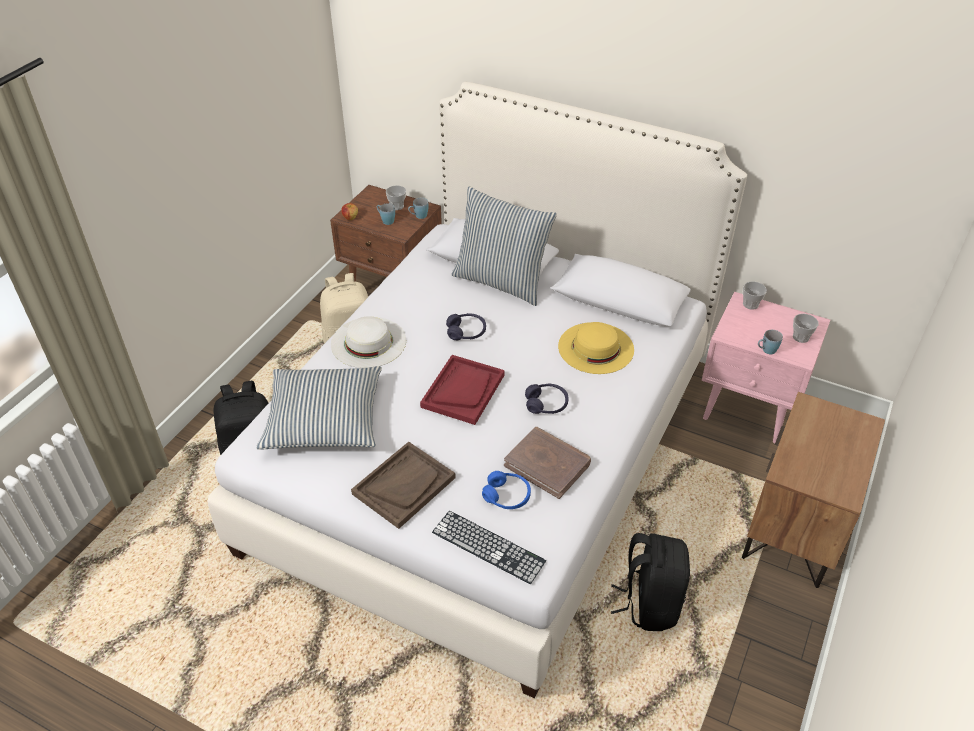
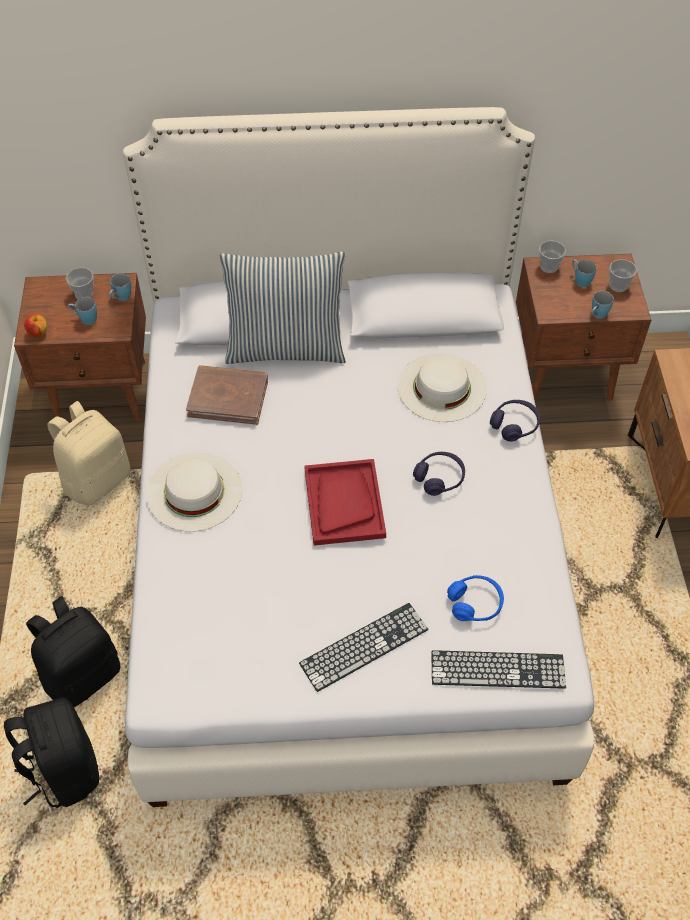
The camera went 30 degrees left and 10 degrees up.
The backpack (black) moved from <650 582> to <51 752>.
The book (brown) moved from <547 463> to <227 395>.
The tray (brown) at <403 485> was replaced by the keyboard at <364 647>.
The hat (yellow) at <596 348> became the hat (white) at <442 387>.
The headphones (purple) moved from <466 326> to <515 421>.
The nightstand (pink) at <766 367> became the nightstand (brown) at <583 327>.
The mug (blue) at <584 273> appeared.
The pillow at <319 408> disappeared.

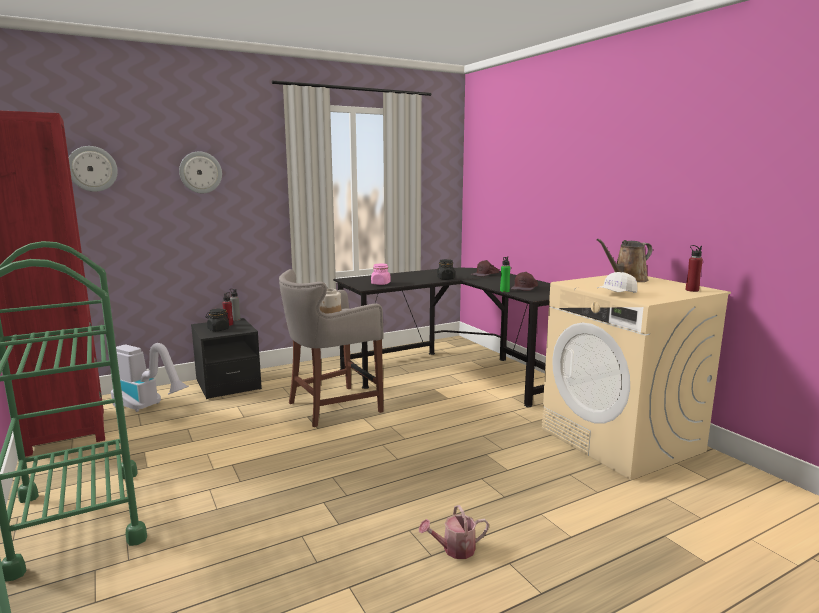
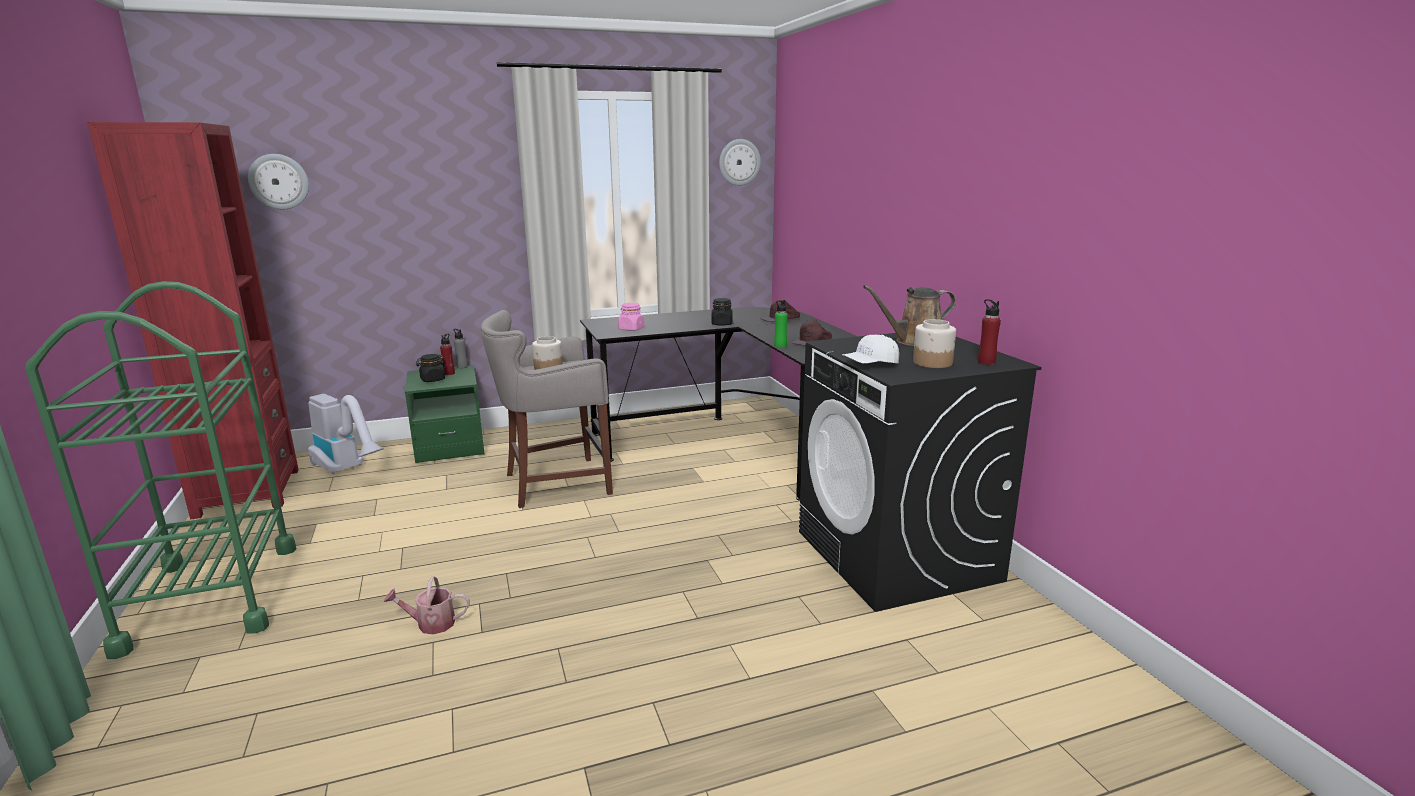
The camera went 10 degrees right and 5 degrees up.
The watering can moved from <454 532> to <427 605>.
The nightstand (black) at <226 358> became the nightstand (green) at <444 414>.
The wall clock moved from <200 172> to <740 162>.
The washing machine (beige) at <636 377> became the washing machine (black) at <920 472>.
The jar at <934 343> appeared.

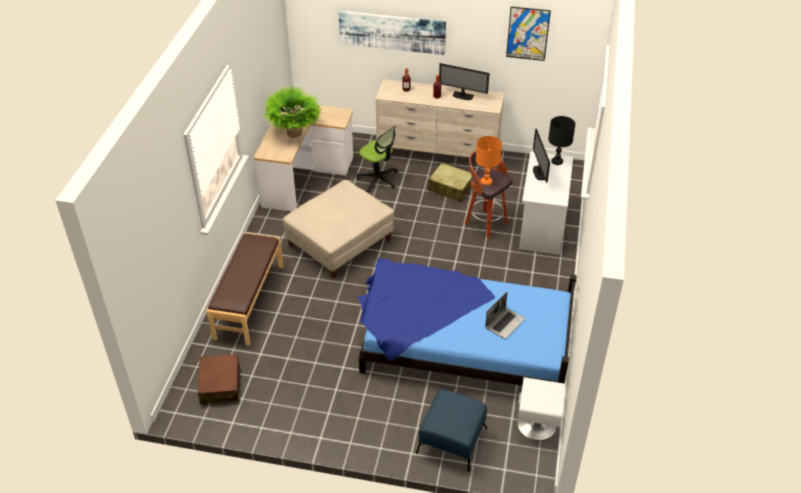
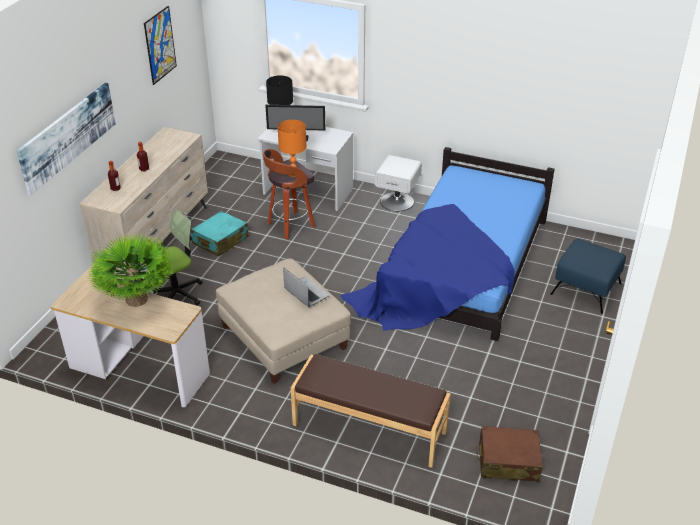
The camera went 80 degrees left and 5 degrees down.
The suitcase (beige) at <450 182> became the suitcase (turquoise) at <219 233>.
The laptop moved from <505 315> to <306 287>.
The nightstand (white) moved from <541 409> to <398 183>.
The monitor at <464 81> disappeared.

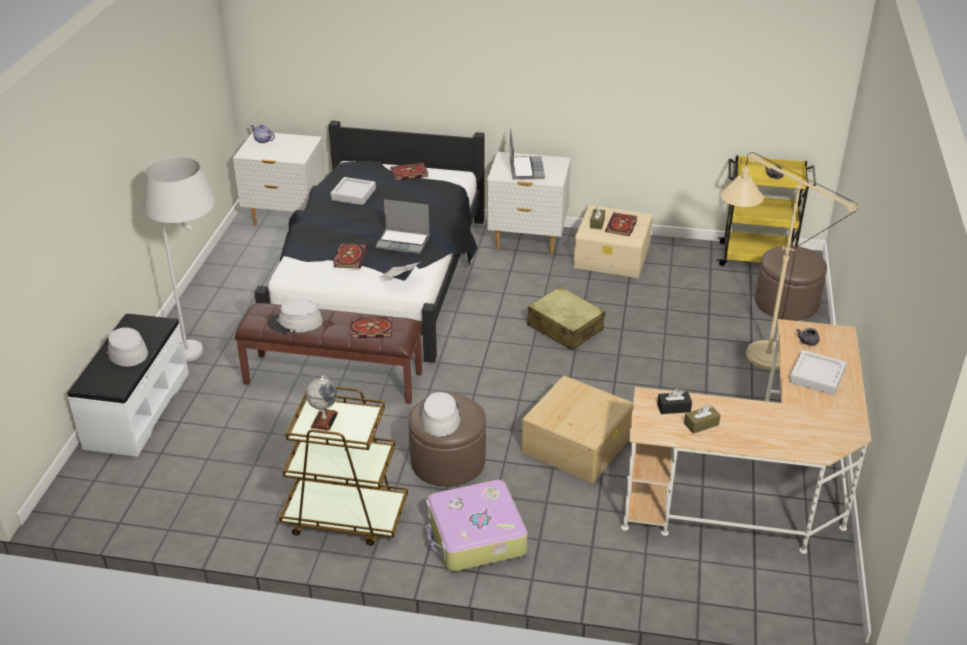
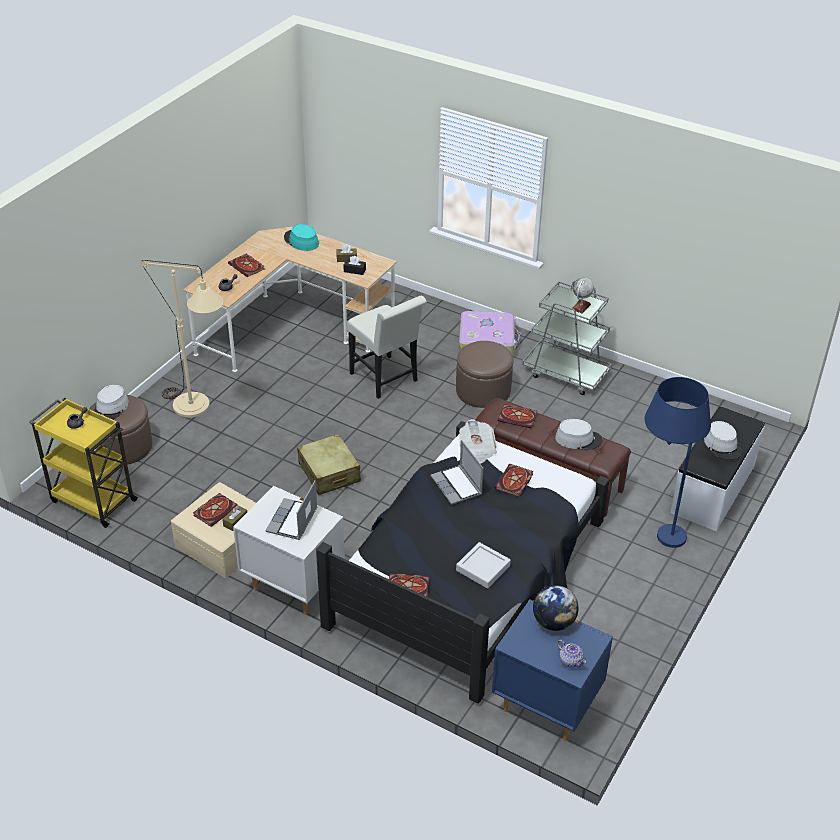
The camera went 160 degrees left and 5 degrees up.
The hat (grey) moved from <440 414> to <111 402>.
The tray (grey) at <817 372> was replaced by the book at <246 265>.
The hat (turquoise) at <301 237> appeared.
The storage box (beige) at <577 429> was replaced by the chair (white) at <387 347>.
The laptop at <403 226> turned 150 degrees counterclockwise.
The nightstand (white) at <279 179> became the nightstand (blue) at <552 670>.
The cart (brown) at <343 466> became the cart (grey) at <567 337>.
The globe at <555 608> appeared.
The floor lamp (white) at <179 259> became the floor lamp (blue) at <678 462>.

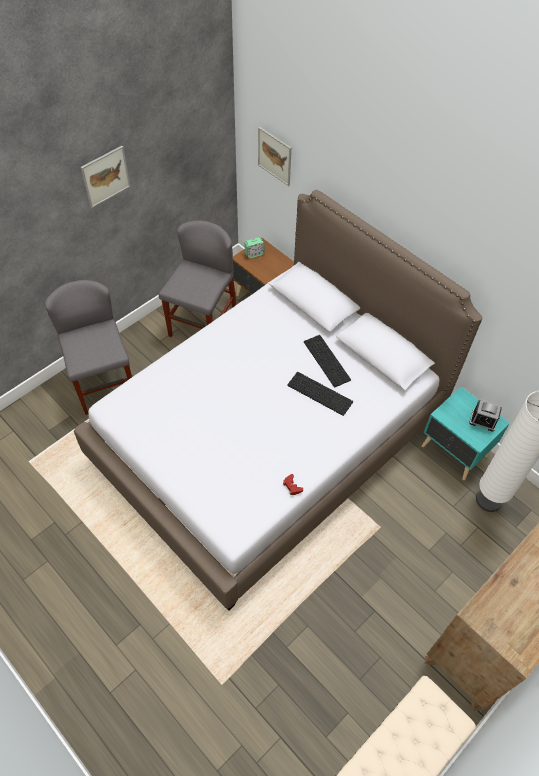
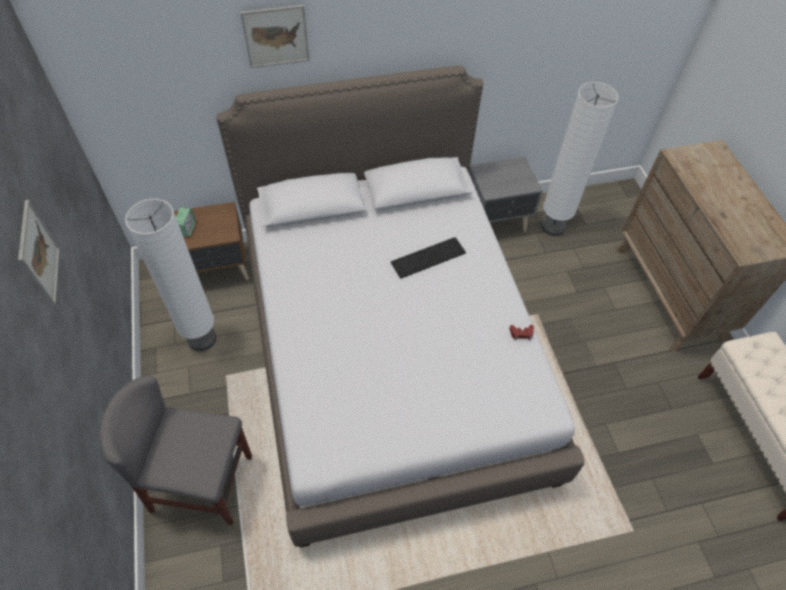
The camera went 60 degrees left and 0 degrees up.
The chair (grey) at <197 278> was replaced by the floor lamp (white) at <170 275>.
The picture moved from <275 156> to <274 36>.
The nightstand (turquoise) at <466 433> became the nightstand (grey) at <505 194>.
The keyboard at <327 361> disappeared.
The alarm clock at <485 415> disappeared.

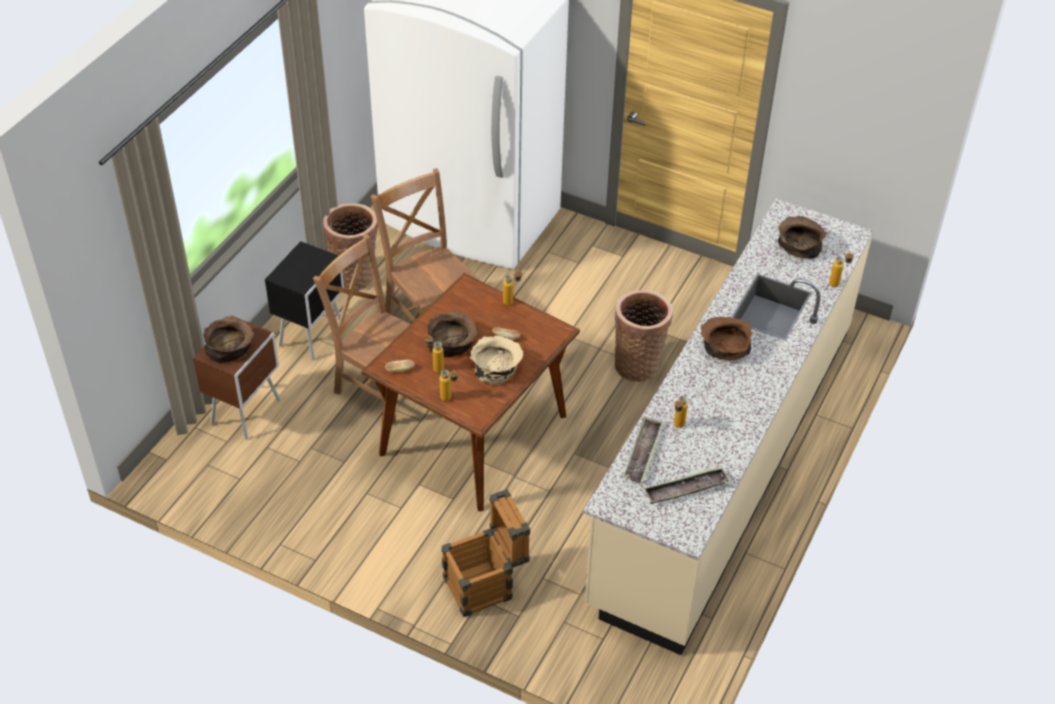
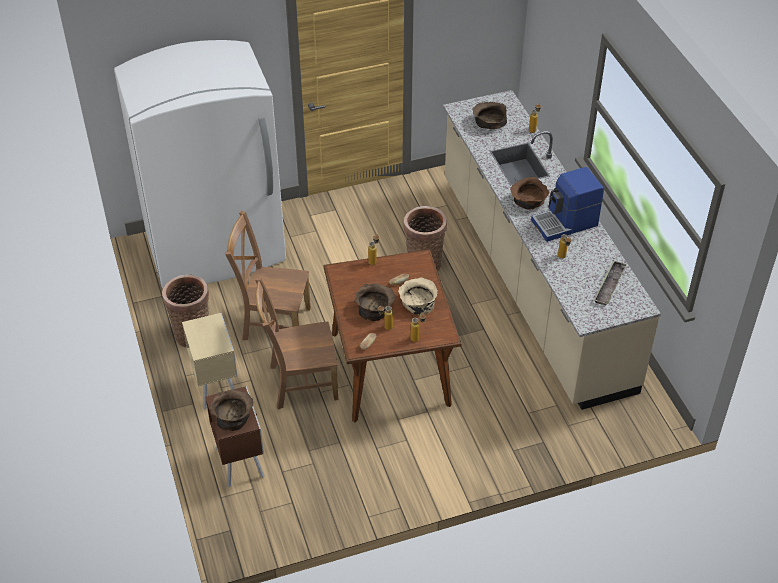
The camera went 45 degrees left and 0 degrees up.
The nightstand (black) at <304 300> became the nightstand (beige) at <209 361>.
The coffee machine at <567 204> appeared.
The crate at <486 553> disappeared.
The tray at <643 449> disappeared.

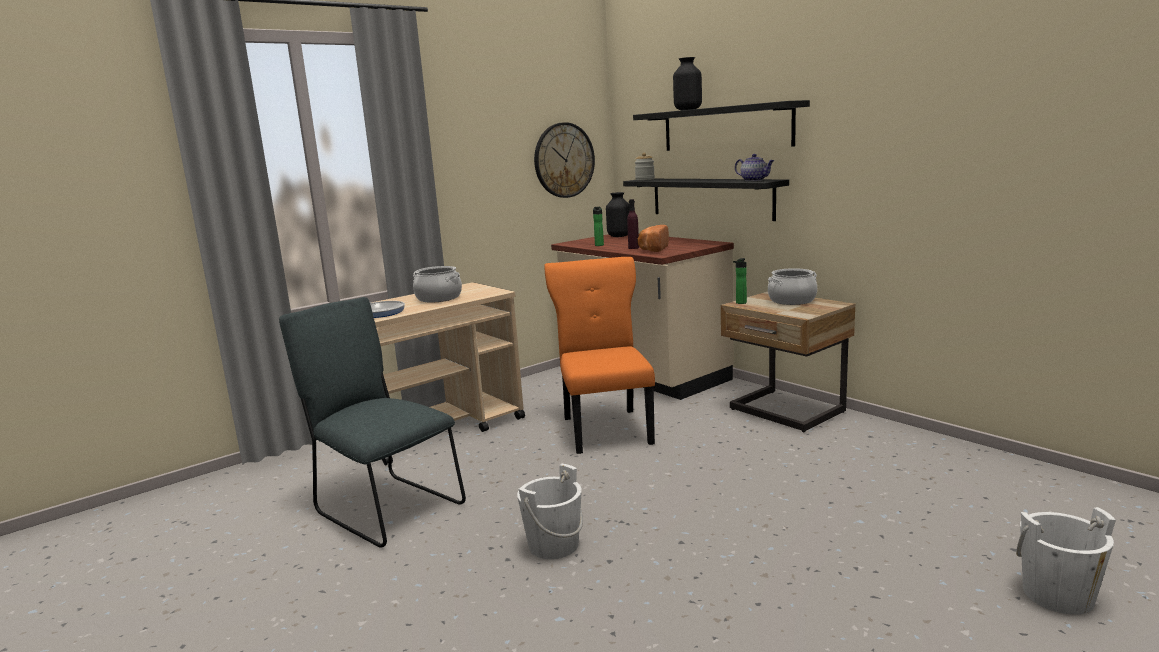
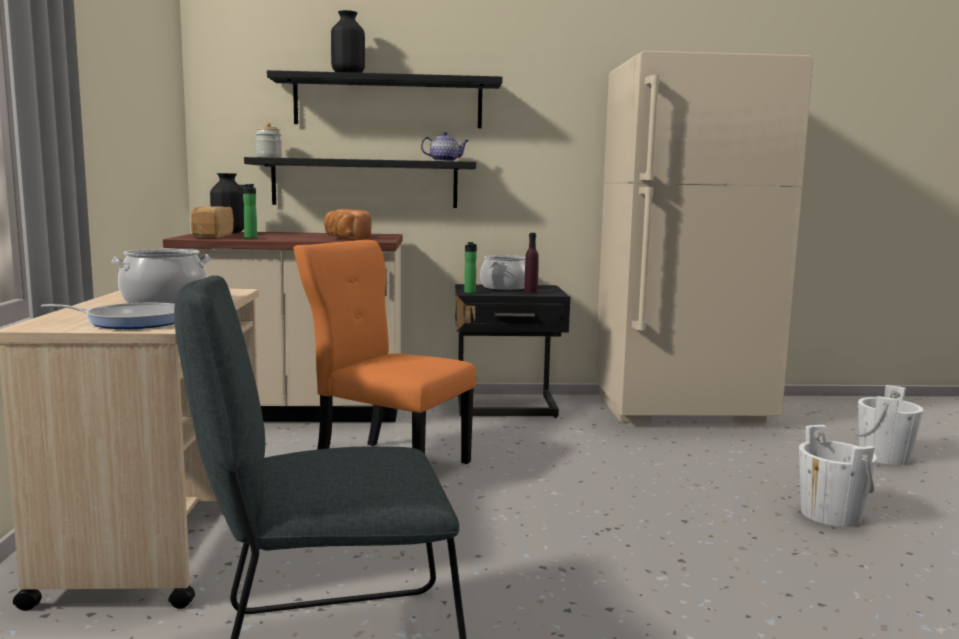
The camera went 55 degrees left and 5 degrees down.
The bread at <212 222> appeared.
The nightstand (beige) at <788 362> became the nightstand (black) at <512 351>.
The bottle (purple) moved from <633 224> to <531 263>.
The fridge (beige) at <704 237> appeared.
The bucket (white) moved from <550 511> to <838 476>.
The wall clock at <564 160> disappeared.

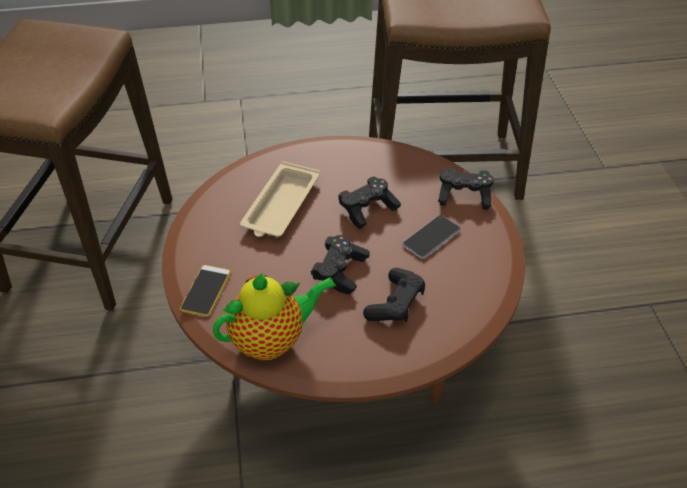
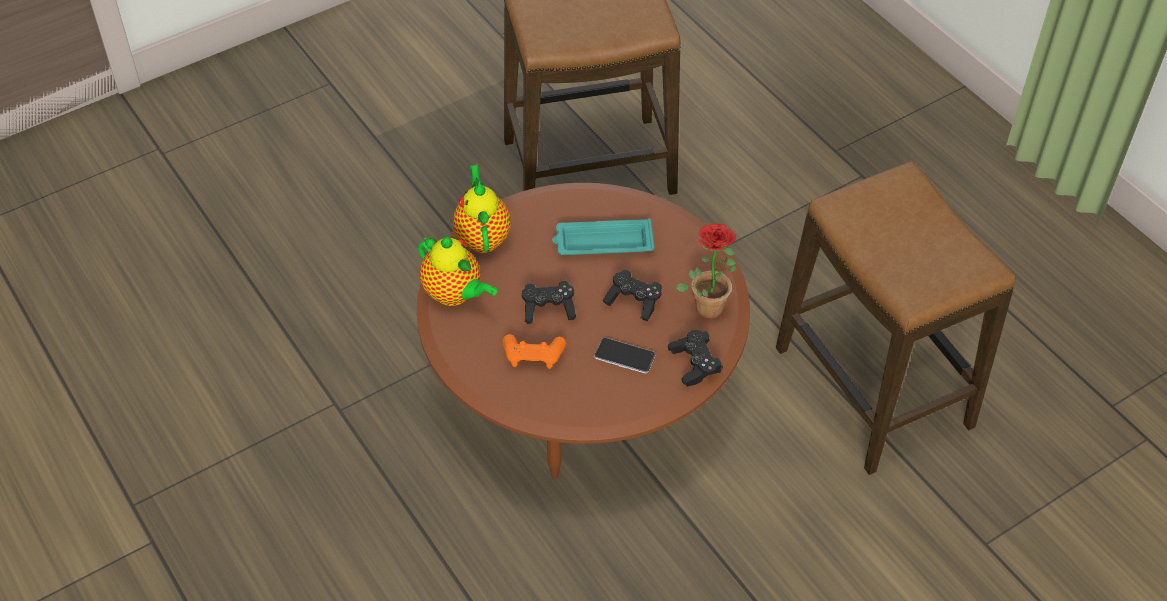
The camera went 65 degrees right and 5 degrees up.
The phone at <205 291> was replaced by the teapot at <482 209>.
The game controller (black) at <394 295> became the game controller (orange) at <534 351>.
The tray (beige) at <280 199> became the tray (turquoise) at <603 237>.
The potted plant at <706 271> appeared.

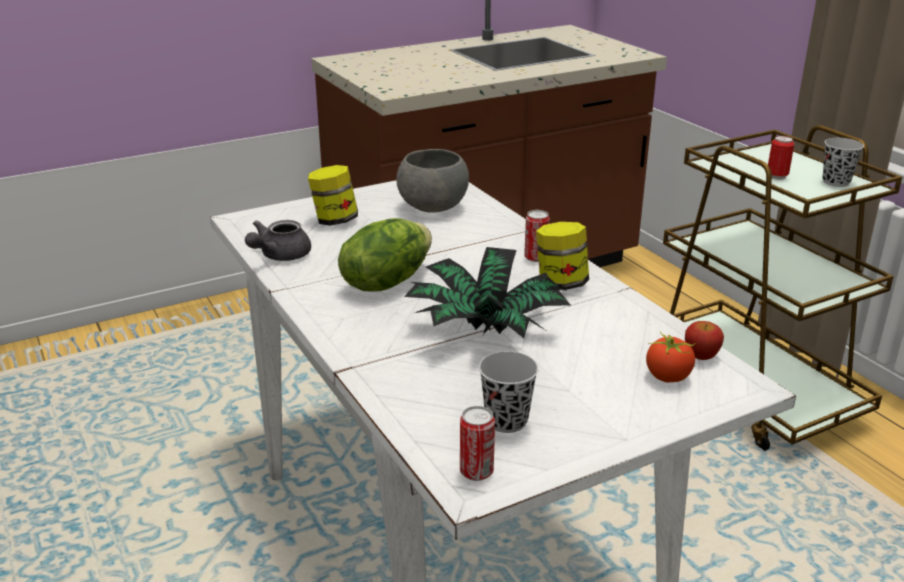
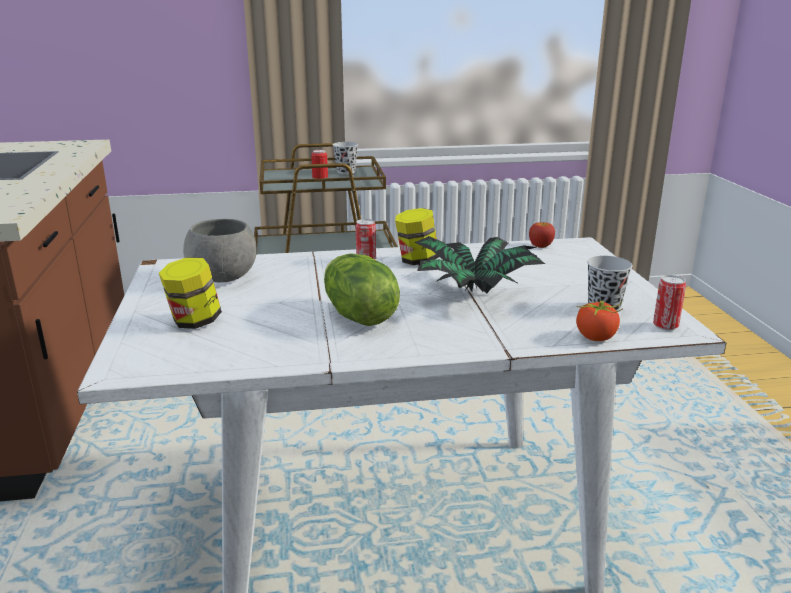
The camera went 70 degrees left and 5 degrees down.
The tomato moved from <671 356> to <599 320>.
The teapot (grey) at <278 240> disappeared.

